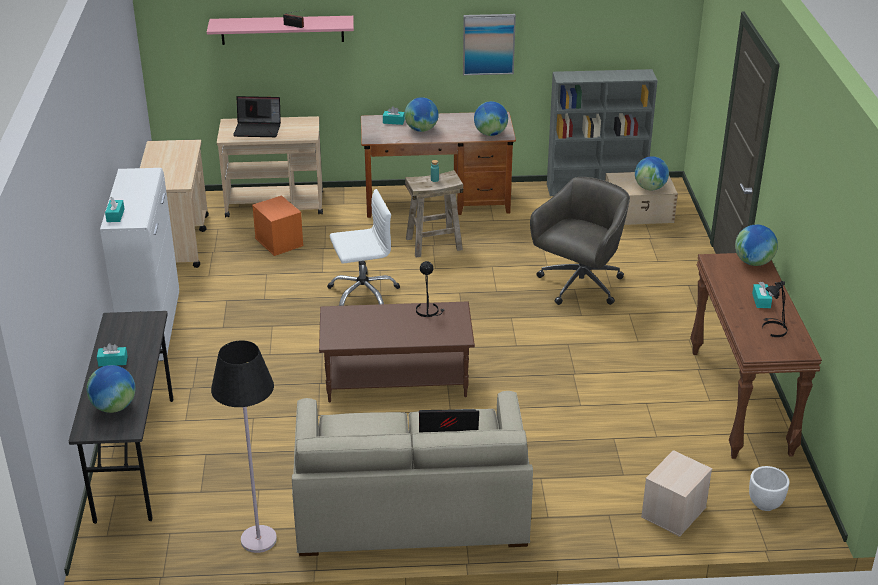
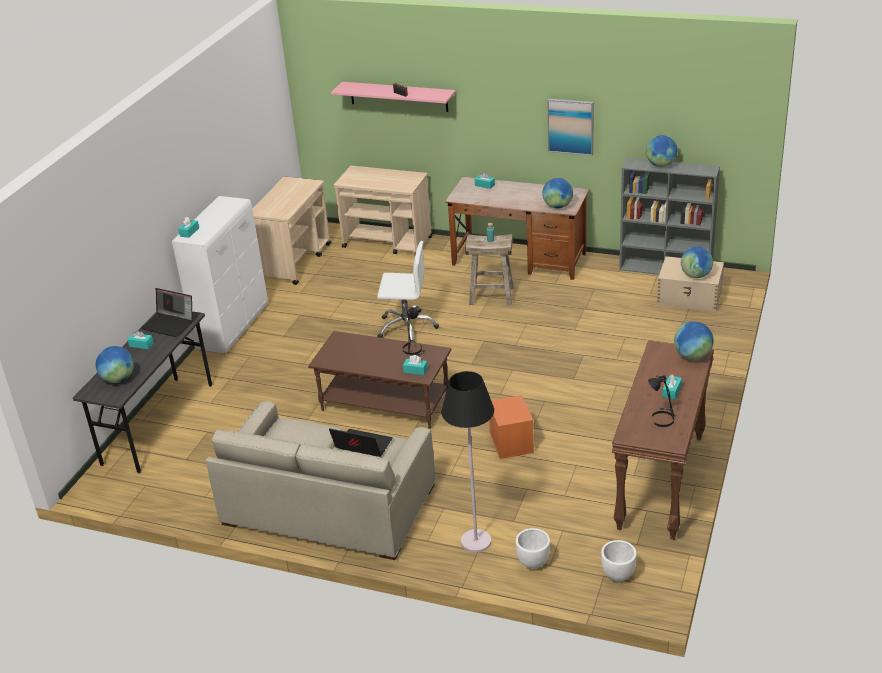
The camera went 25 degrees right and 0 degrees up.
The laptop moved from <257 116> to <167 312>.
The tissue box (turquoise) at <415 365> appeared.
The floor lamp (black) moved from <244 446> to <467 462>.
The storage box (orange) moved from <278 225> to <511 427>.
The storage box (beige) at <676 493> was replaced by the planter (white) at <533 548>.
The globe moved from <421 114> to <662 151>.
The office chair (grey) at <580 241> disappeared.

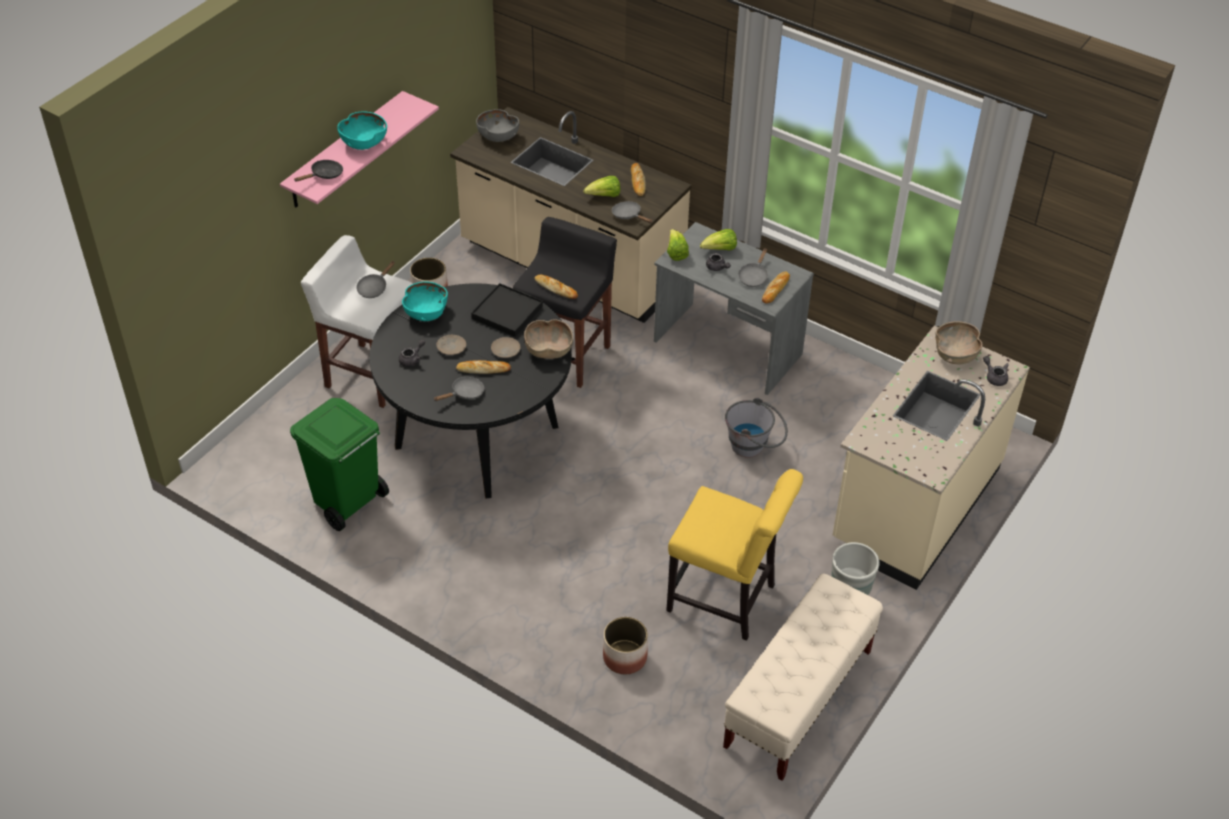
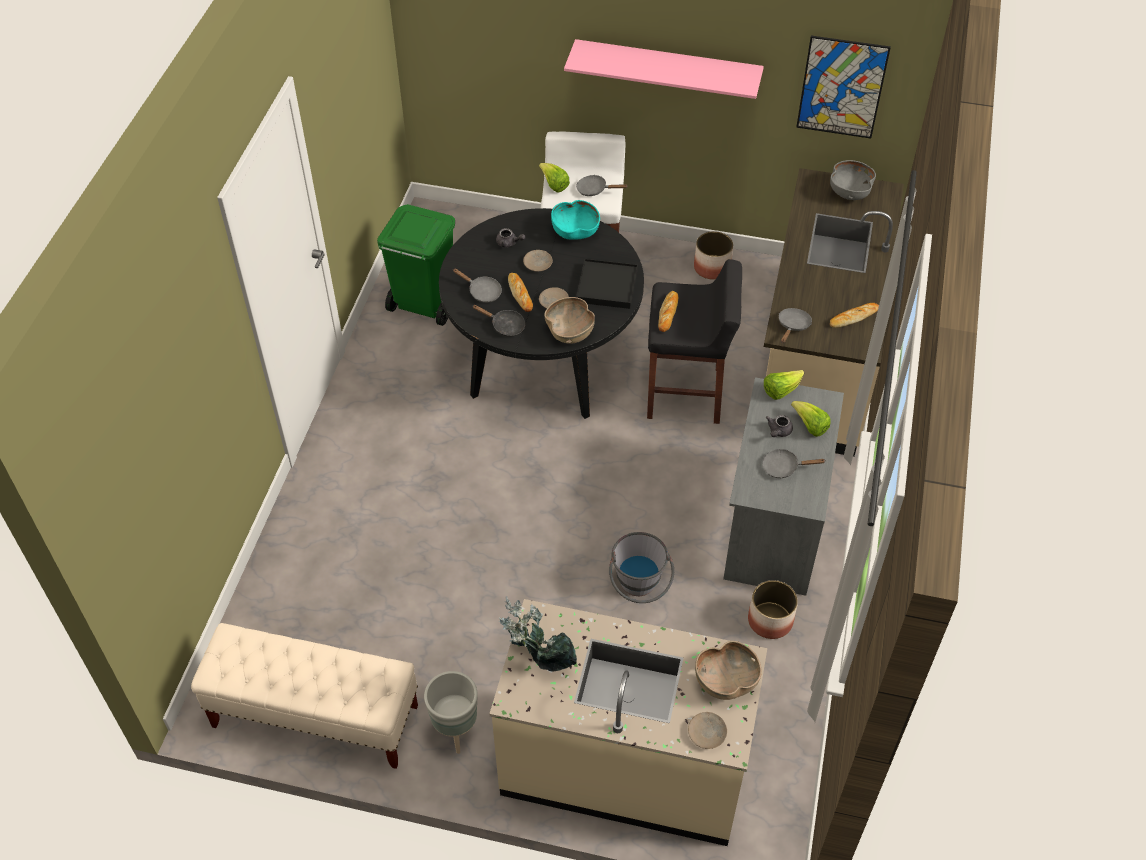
The camera went 70 degrees right and 5 degrees up.
The frying pan (black) moved from <318 171> to <498 321>.
The potted plant at <538 634> appeared.
The lettuce moved from <601 186> to <554 178>.
The teapot (grey) at <996 371> was replaced by the plate (beige) at <707 730>.
The planter moved from <625 645> to <773 609>.
The picture at <843 87> appeared.
The bowl (turquoise) at <362 130> disappeared.
The chair (yellow) at <734 555> disappeared.
The bread at <776 287> disappeared.

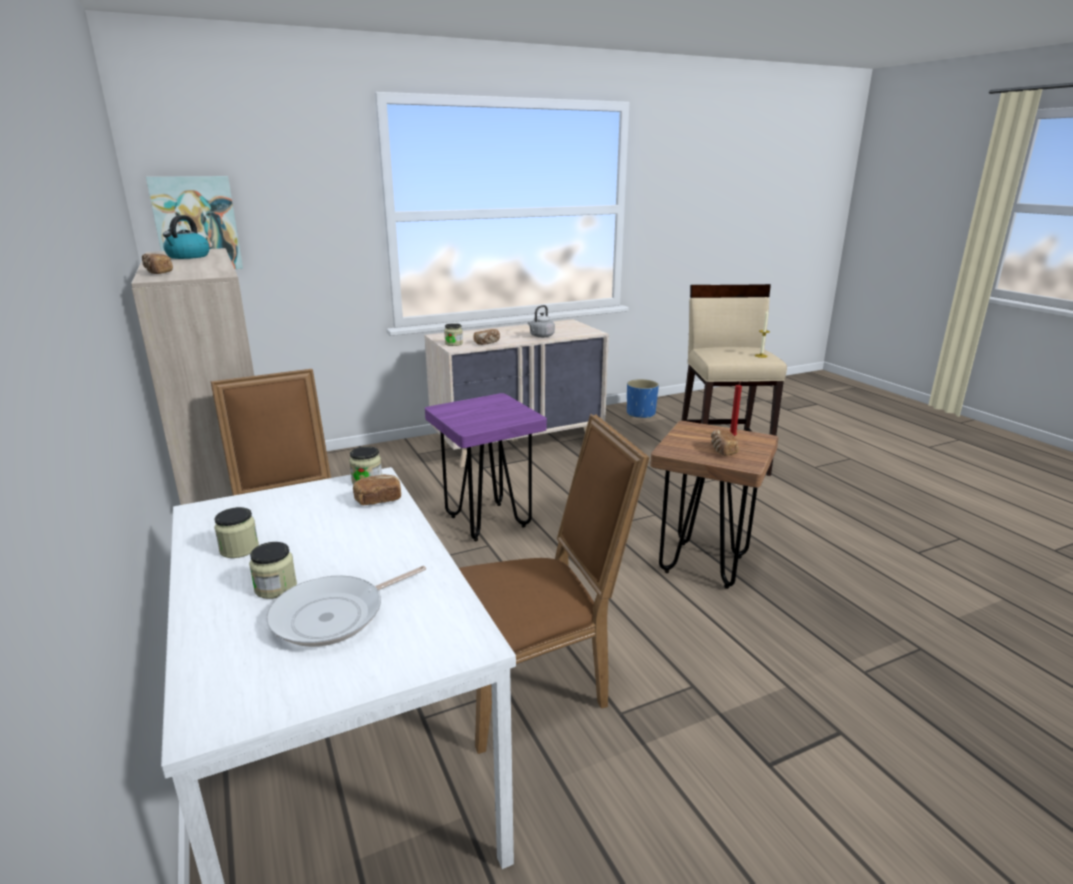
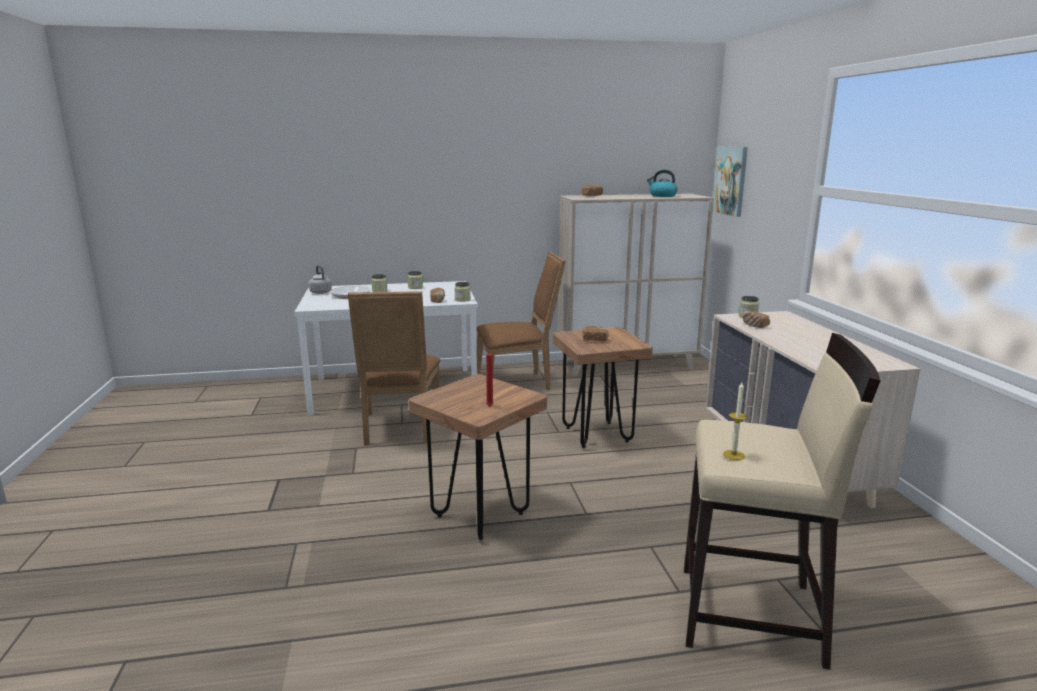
The camera went 105 degrees right and 5 degrees down.
The kettle (grey) moved from <541 321> to <320 279>.
The stool (purple) at <486 467> became the stool (brown) at <602 387>.
The bread moved from <725 443> to <595 333>.
The planter (blue) at <643 398> disappeared.

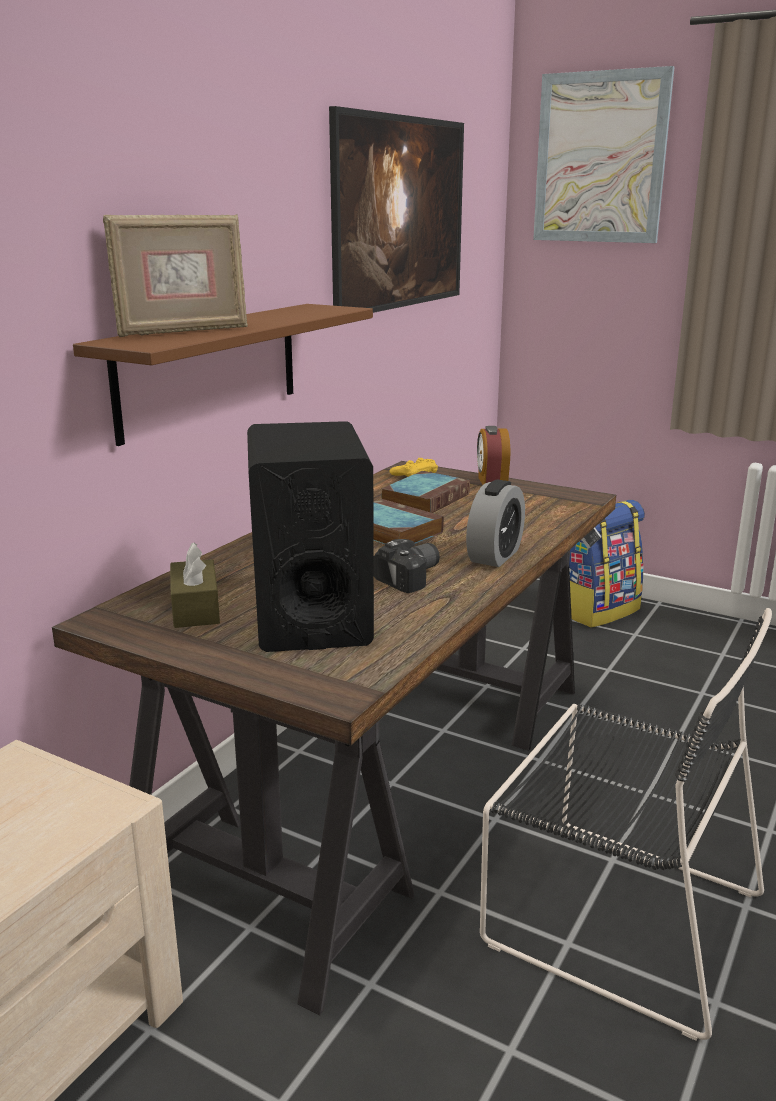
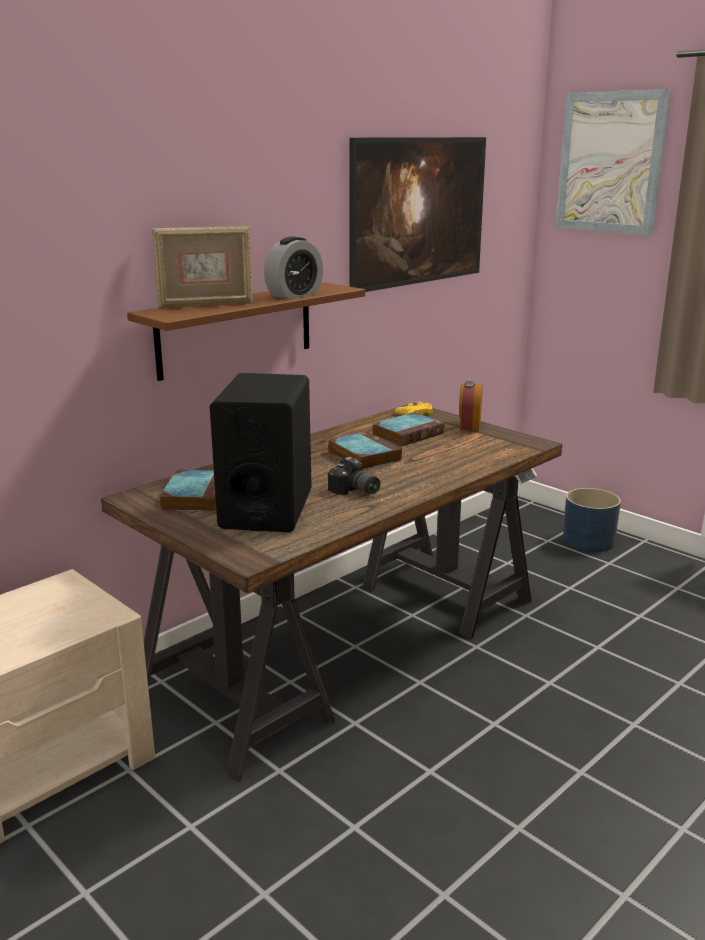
The camera went 15 degrees right and 0 degrees up.
The tissue box (brown) at <195 585> was replaced by the book at <188 491>.
The alarm clock moved from <495 523> to <293 268>.
The photo camera at <407 566> turned 75 degrees clockwise.
The backpack at <607 564> was replaced by the planter (blue) at <592 520>.
The chair (black) at <626 824> disappeared.

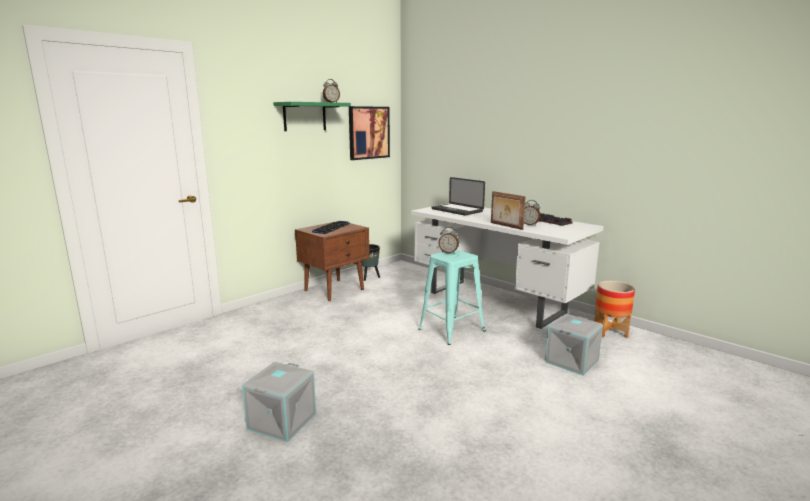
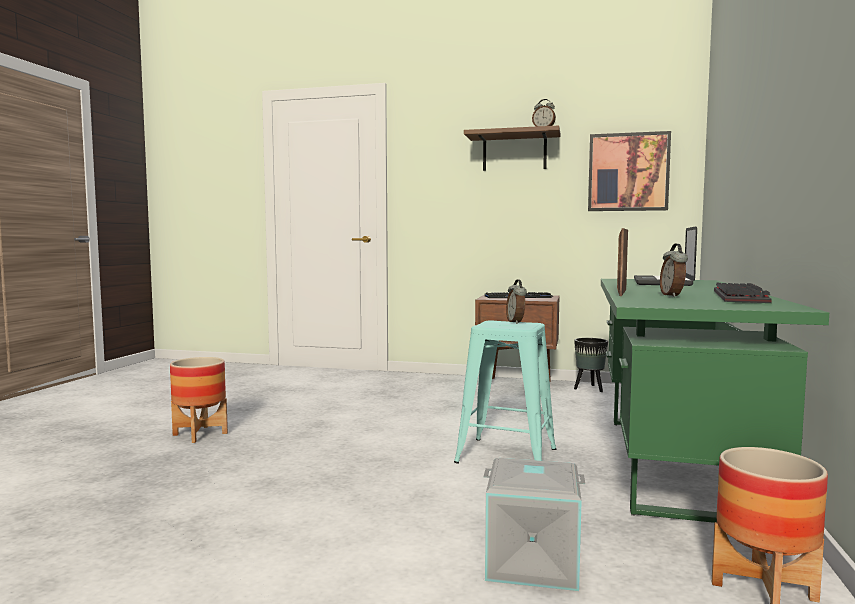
The camera went 60 degrees right and 10 degrees down.
The storage box (grey) at <279 402> was replaced by the planter at <199 400>.
The shelf (green) at <312 116> became the shelf (brown) at <512 148>.
The desk (white) at <507 266> became the desk (green) at <715 401>.

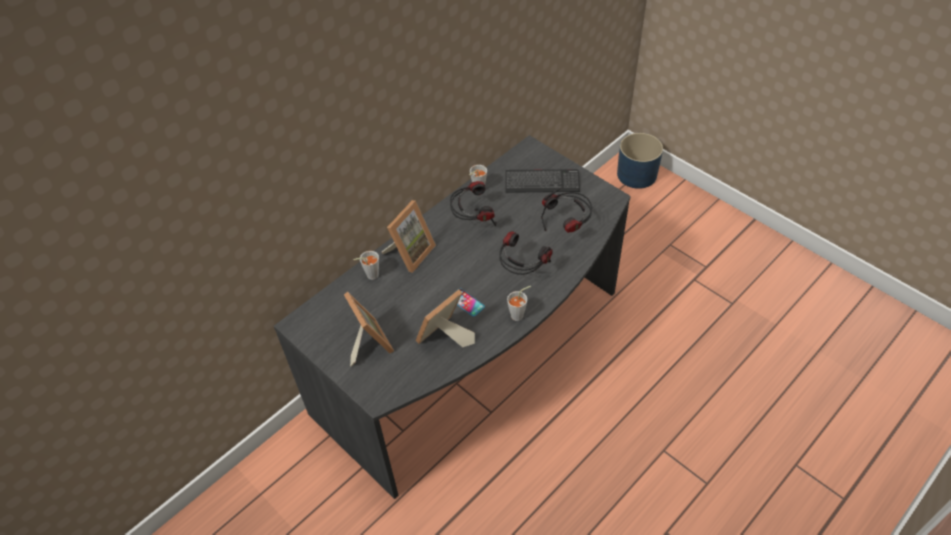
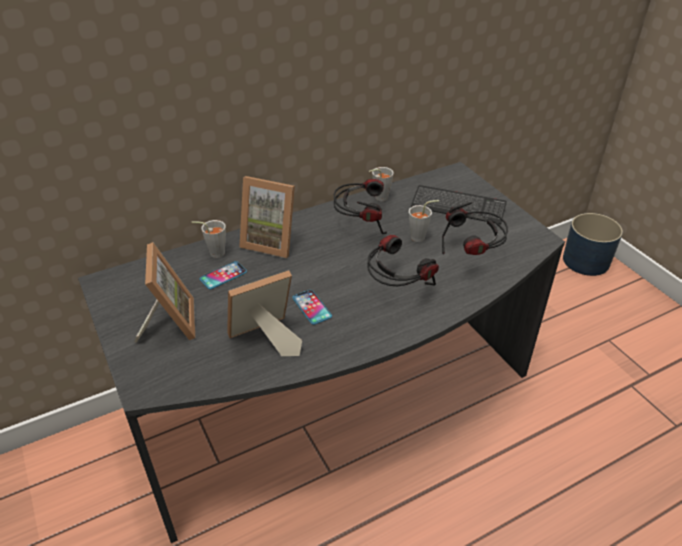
The camera went 15 degrees right and 10 degrees down.
The phone at <223 275> appeared.
The picture frame at <409 236> turned 60 degrees clockwise.
The cup (grey) moved from <519 303> to <424 221>.

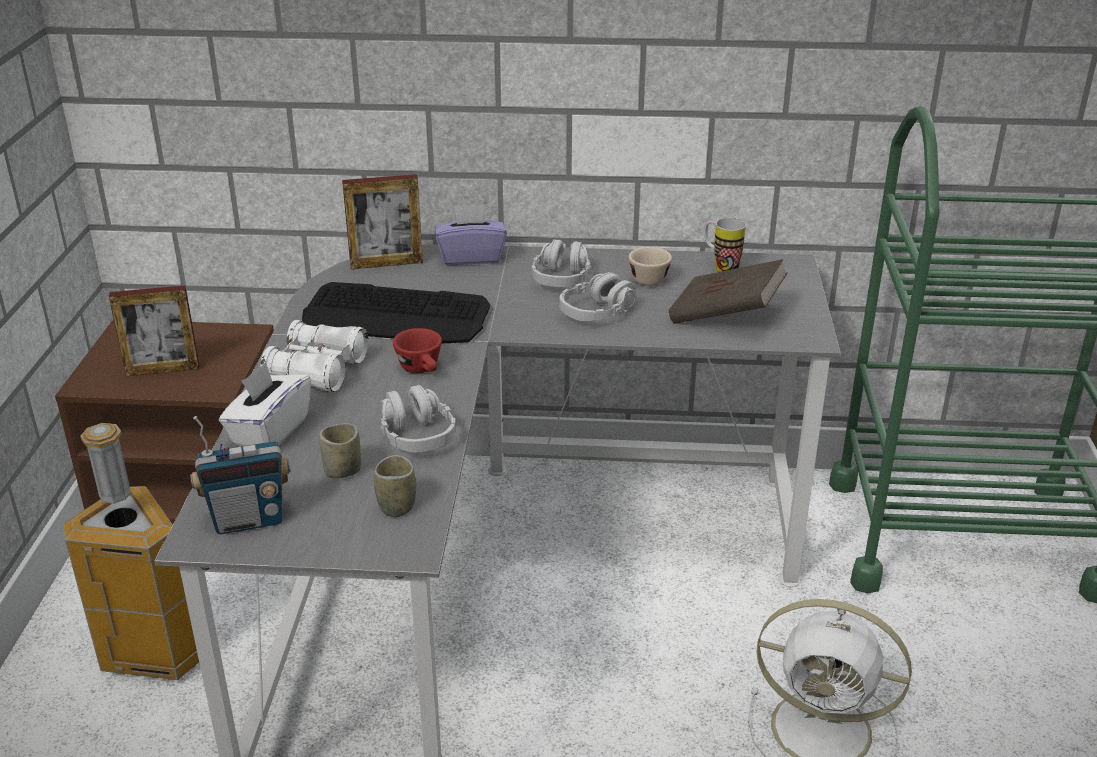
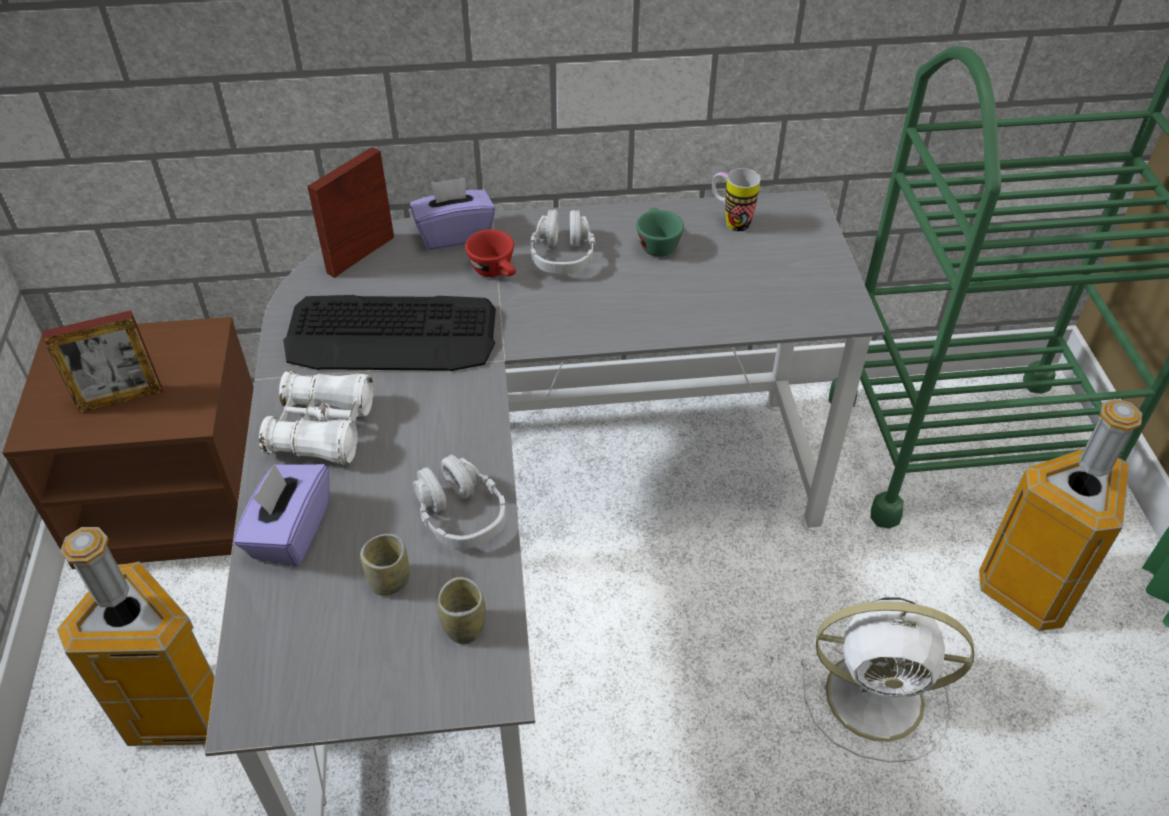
The camera went 10 degrees left and 15 degrees up.
The tissue box (white) at <265 404> became the tissue box (purple) at <281 515>.
The picture frame at <382 221> turned 150 degrees clockwise.
The cup (red) moved from <417 350> to <490 253>.
The cup (beige) at <650 266> became the cup (green) at <660 232>.
The trash can at <1061 515> appeared.
The radio at <240 475> disappeared.
The headphones (grey) at <597 296> disappeared.
The book (brown) at <728 291> disappeared.

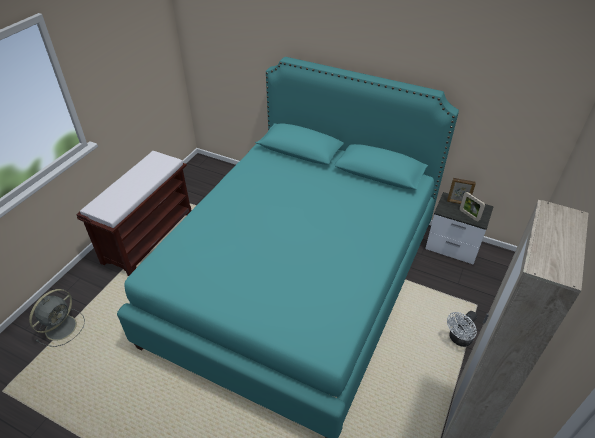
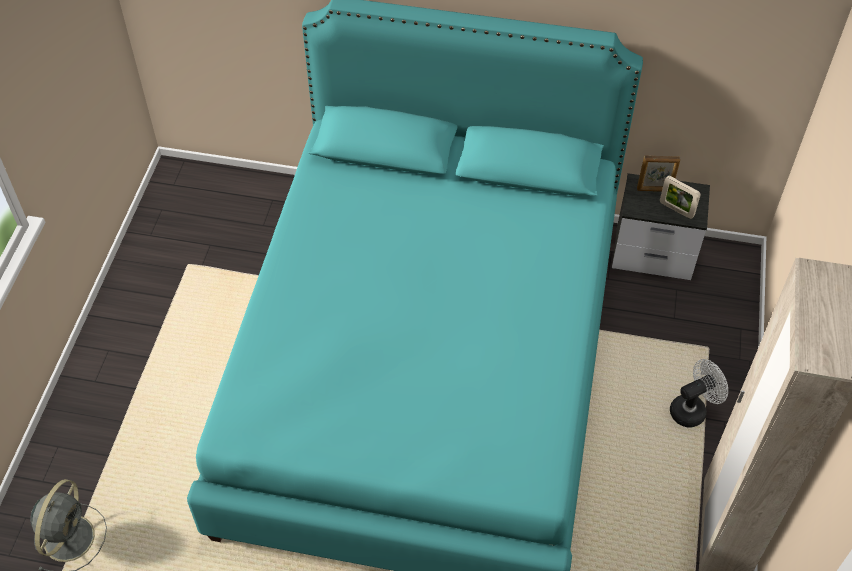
The camera went 15 degrees left and 10 degrees up.
The fan (white) at <462 329> turned 150 degrees counterclockwise.
The bench (brown) at <134 213> disappeared.

